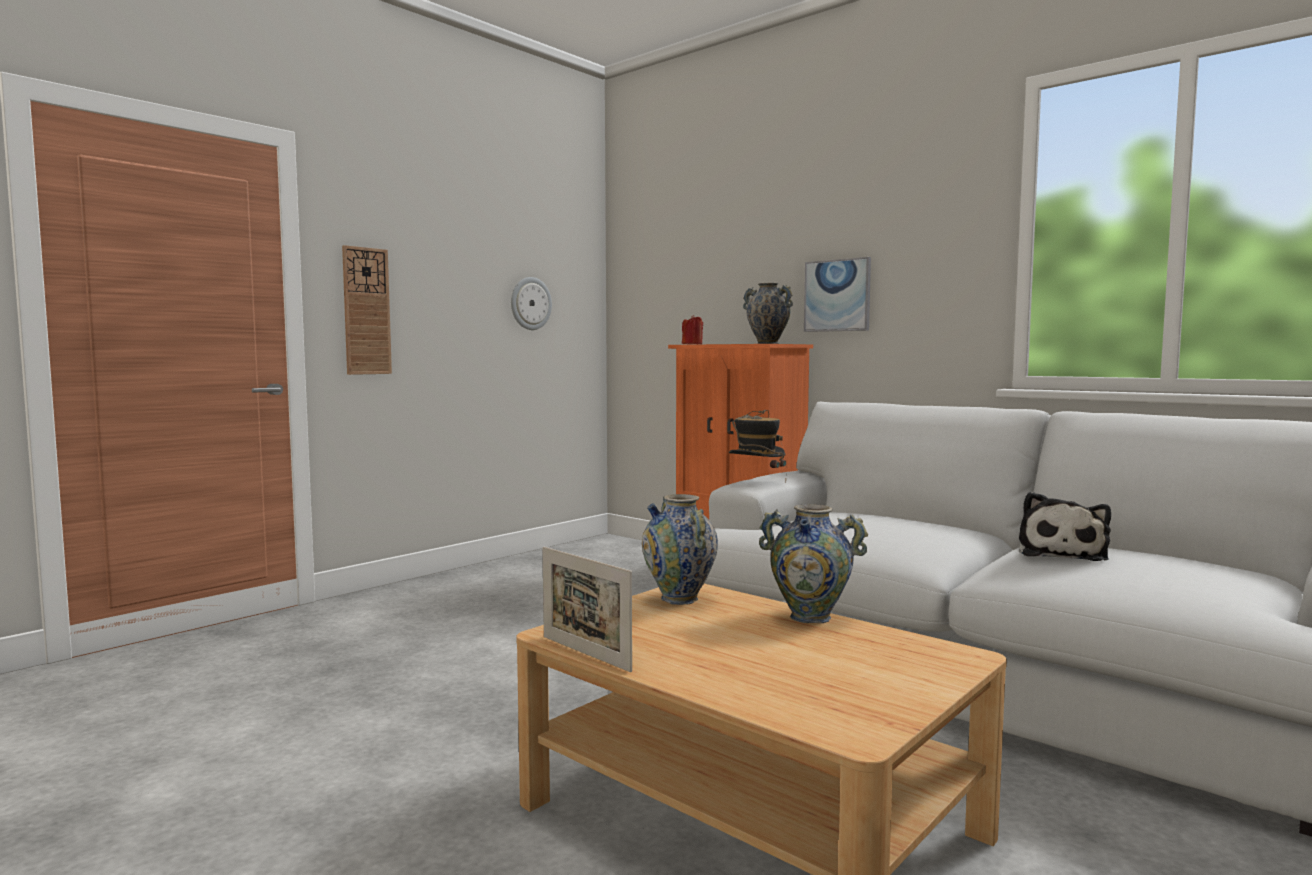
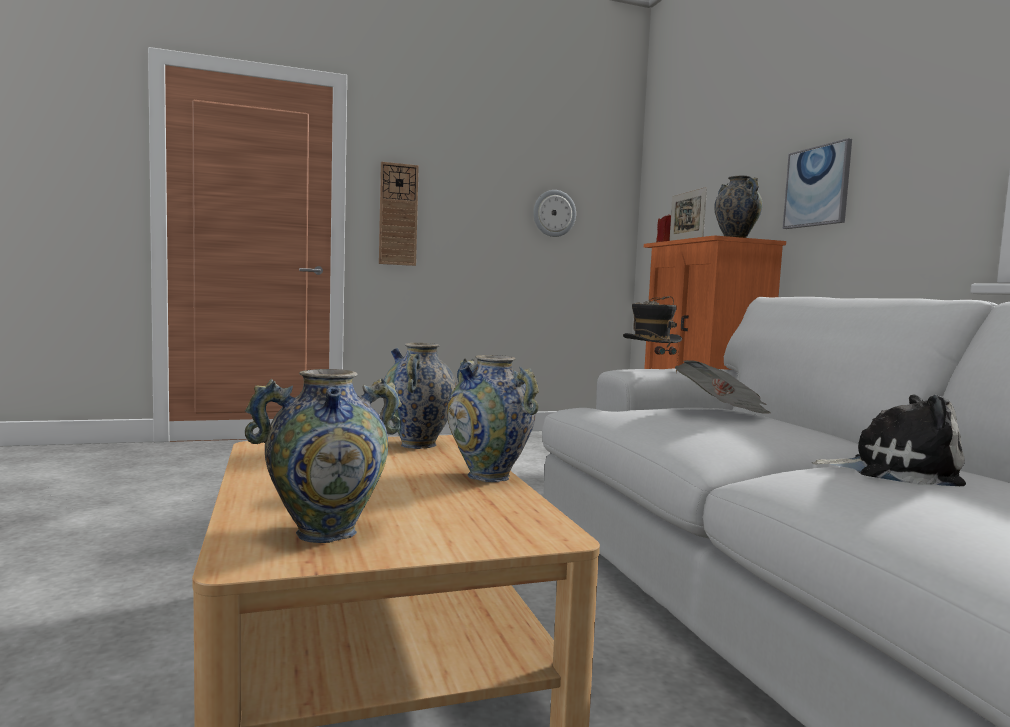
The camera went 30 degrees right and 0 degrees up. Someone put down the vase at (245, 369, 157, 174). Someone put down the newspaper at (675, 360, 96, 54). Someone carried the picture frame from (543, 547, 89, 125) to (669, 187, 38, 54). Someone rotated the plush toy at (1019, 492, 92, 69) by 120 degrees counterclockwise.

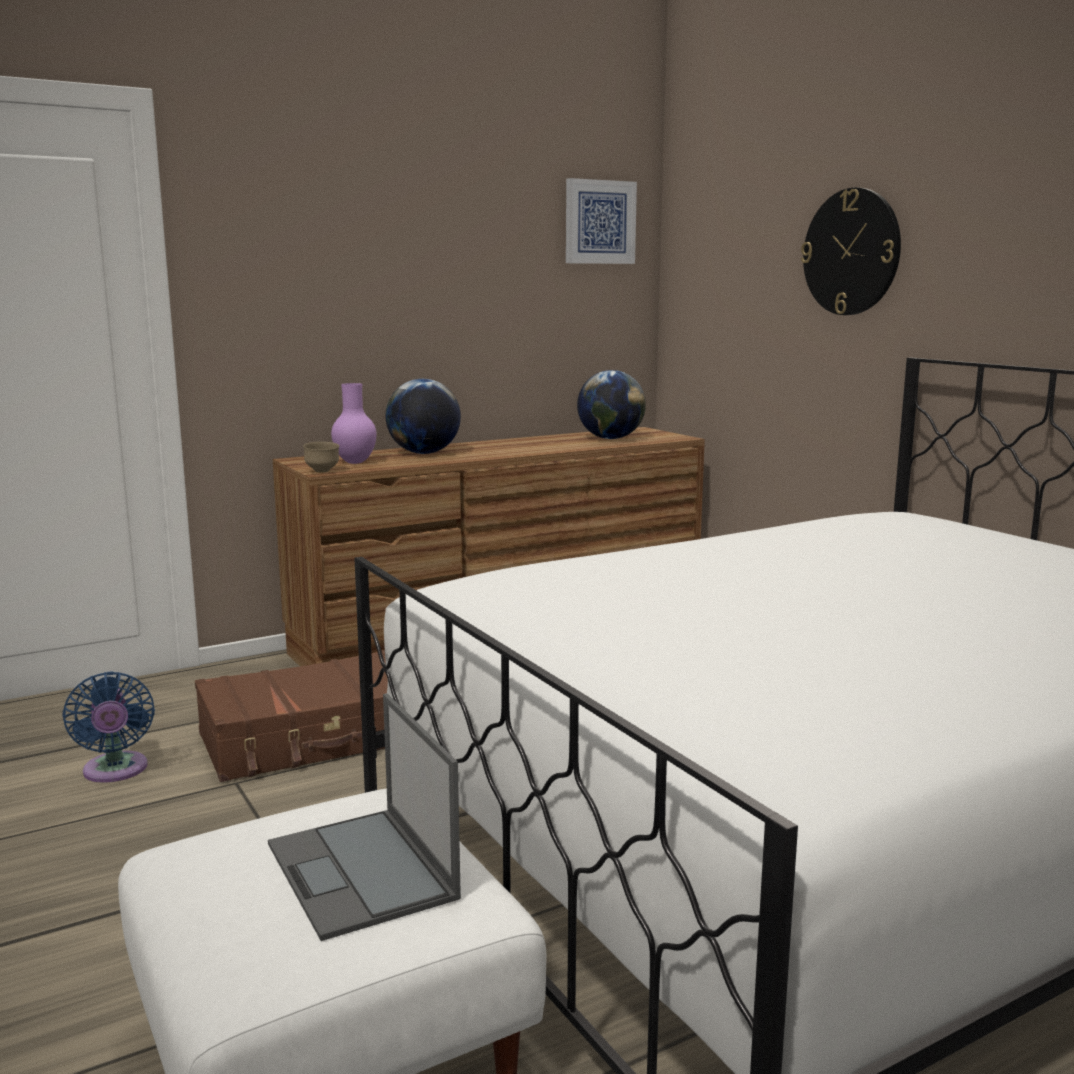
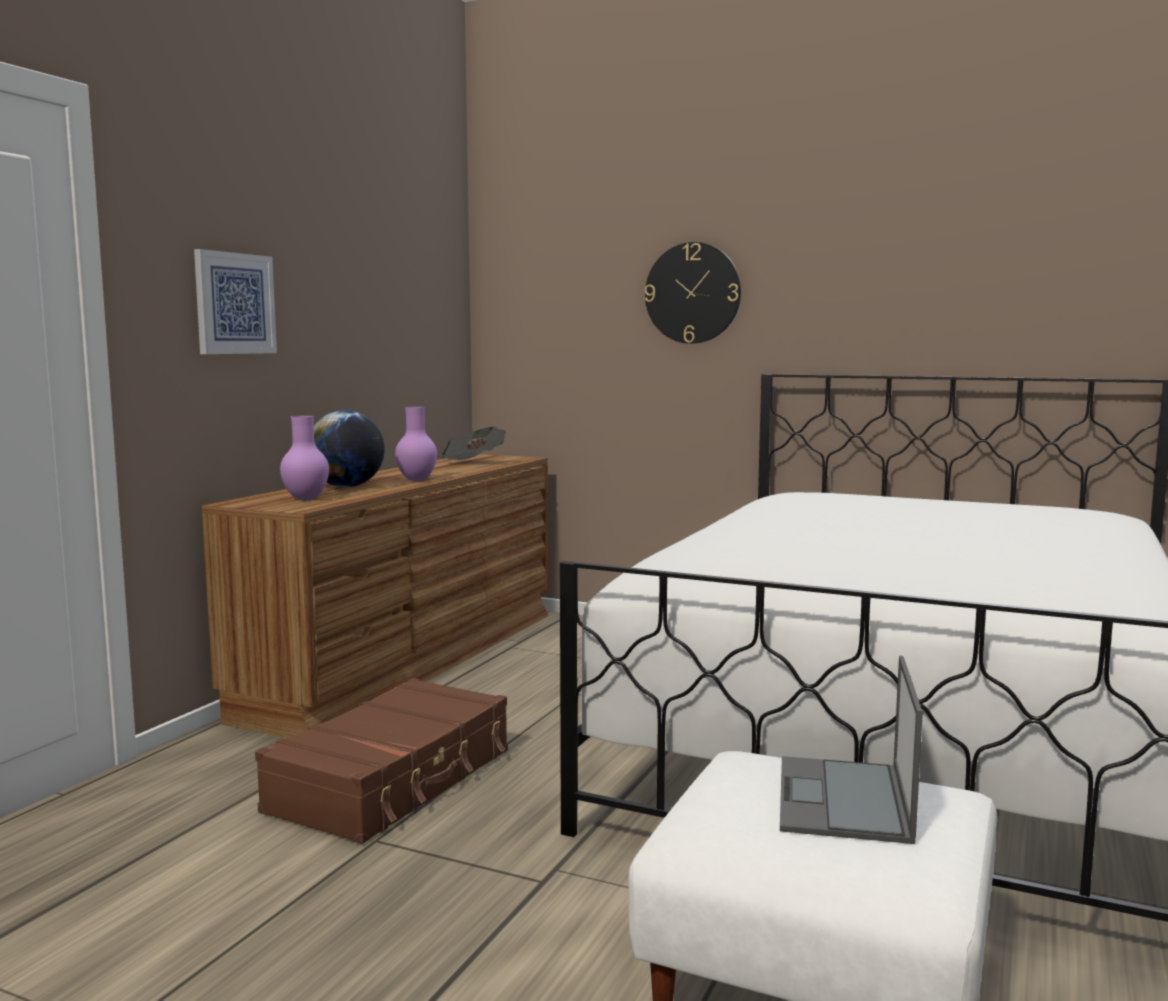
The camera went 35 degrees left and 5 degrees down. Someone took away the blue fan at (62, 671, 93, 112). Someone took away the brown bowl at (303, 442, 36, 31). Someone put down the purple vase at (395, 407, 42, 74). Someone carried the picture from (566, 178, 71, 86) to (194, 249, 83, 105). Someone swapped the globe at (577, 370, 69, 69) for the newspaper at (441, 427, 65, 33). Someone rotated the laptop at (268, 693, 193, 248) by 75 degrees clockwise.

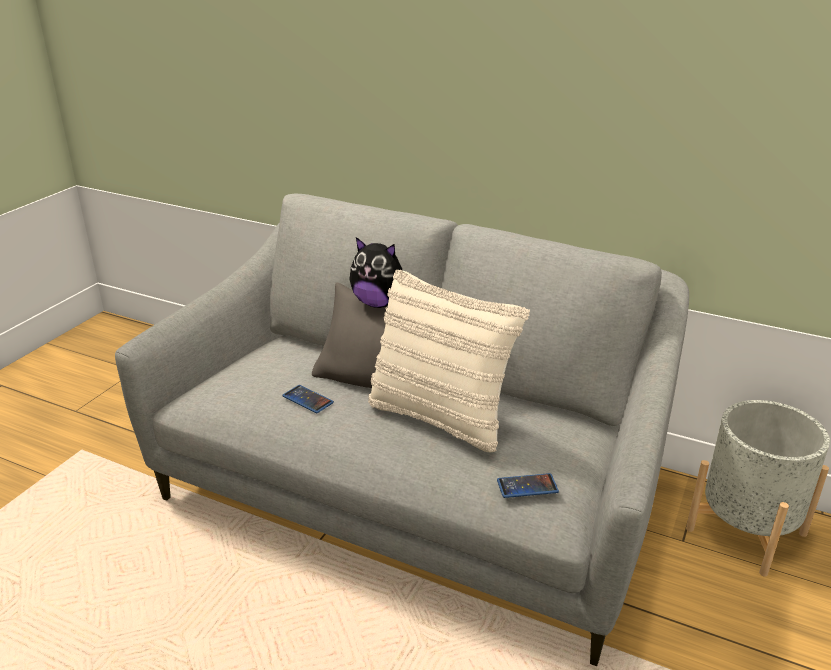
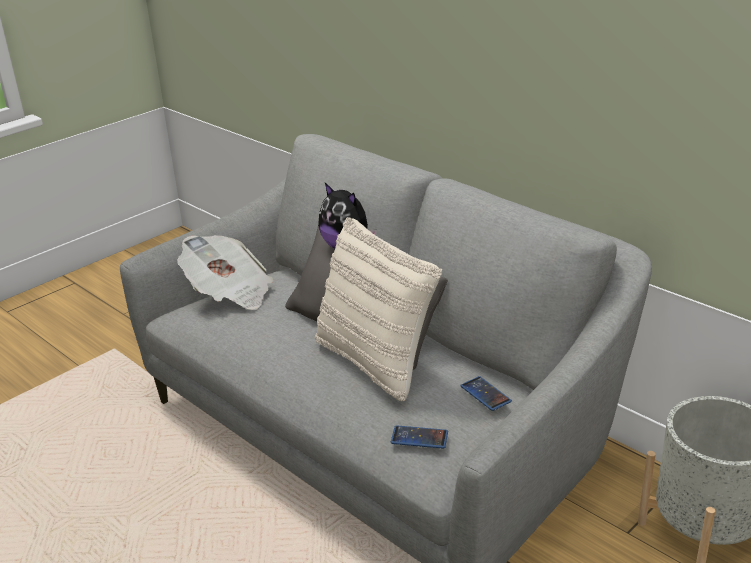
The camera went 20 degrees right and 0 degrees up. Someone put down the newspaper at (177, 235, 96, 75). Someone carried the phone from (282, 385, 52, 28) to (460, 376, 52, 35).

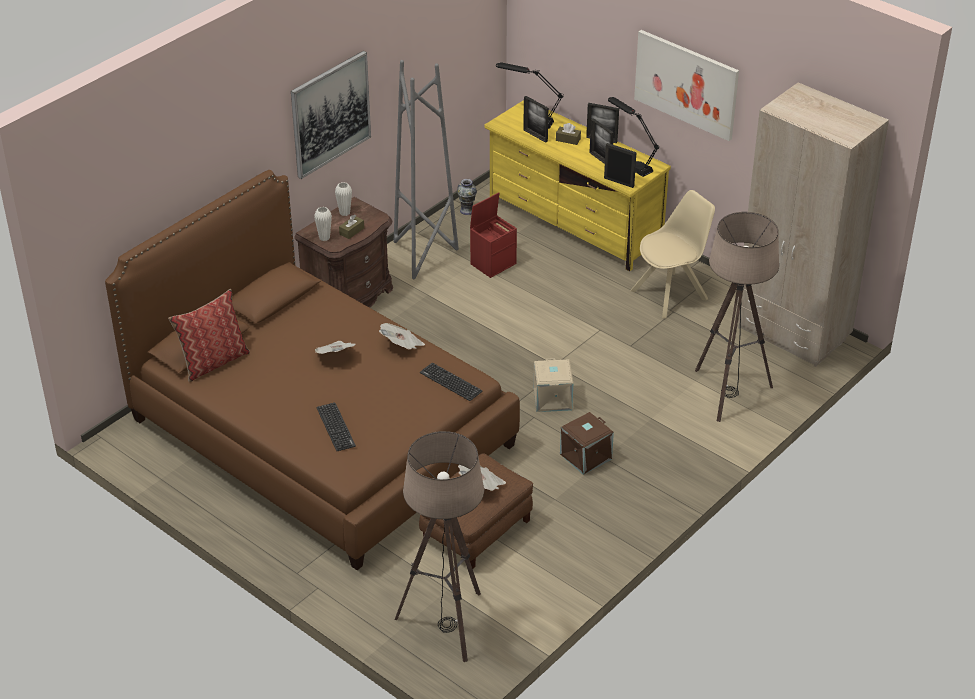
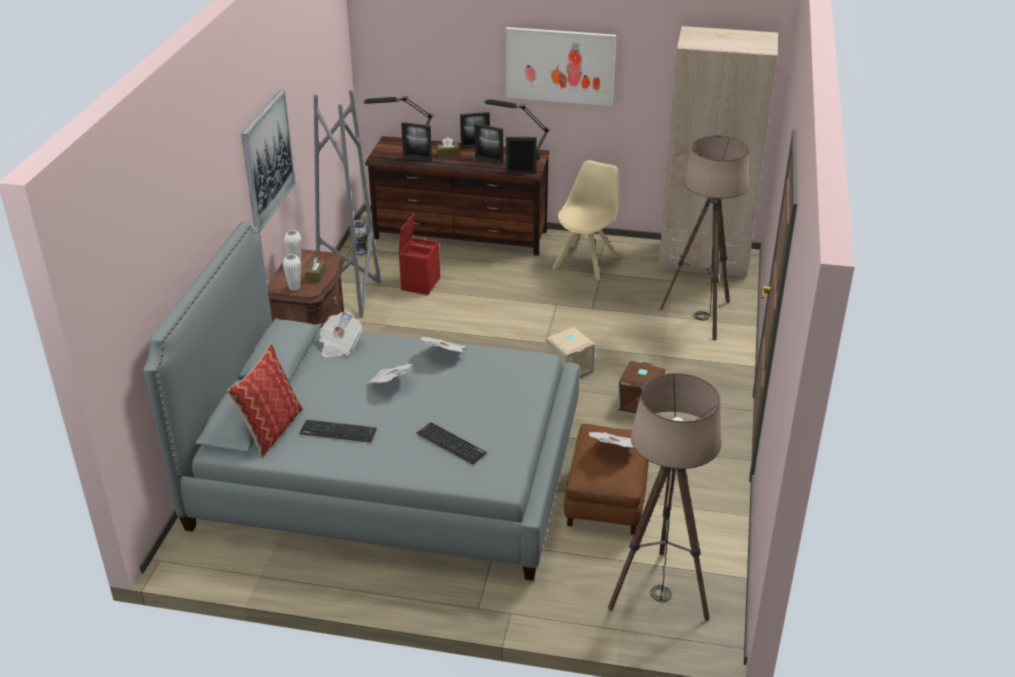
The camera went 30 degrees left and 5 degrees down. Someone put down the newspaper at (319, 312, 43, 45). Someone carried the keyboard from (420, 363, 62, 38) to (300, 420, 77, 22). Someone repainted the brown bed at (105, 170, 415, 400), which became the grey bed at (144, 221, 436, 360). Someone repainted the yellow dresser at (485, 100, 186, 171), which became the brown dresser at (365, 136, 184, 120).

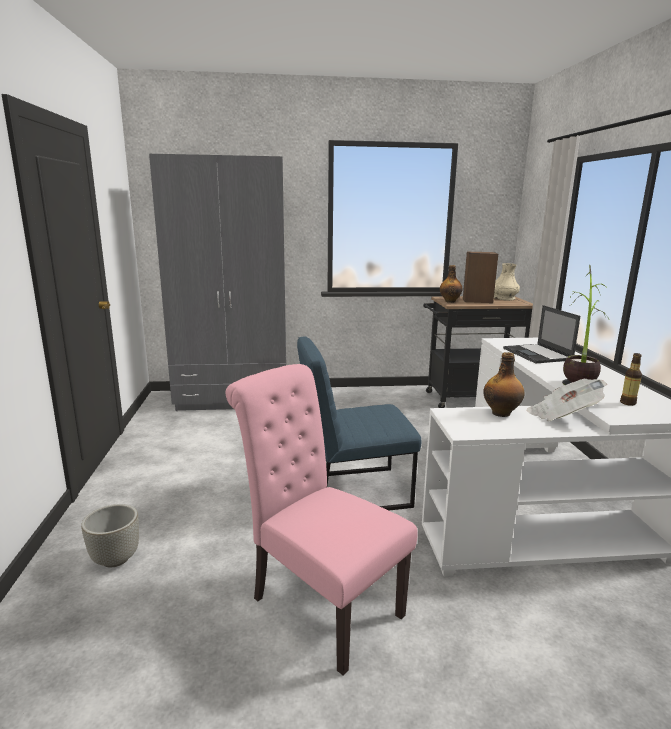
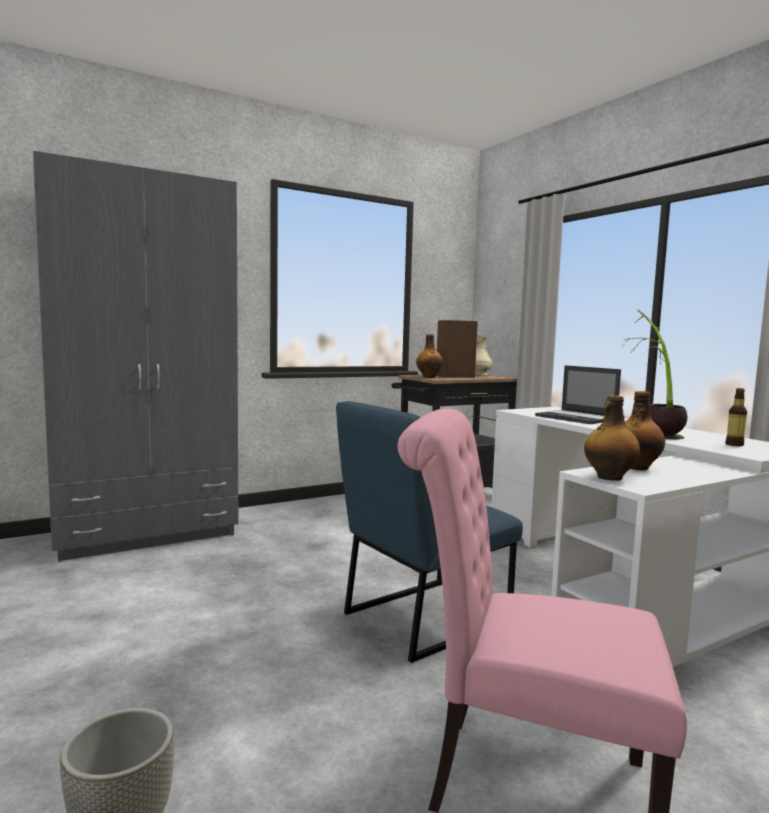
The camera went 25 degrees left and 10 degrees down. Someone took away the newspaper at (527, 379, 80, 42). Someone put down the bottle at (584, 395, 56, 86).

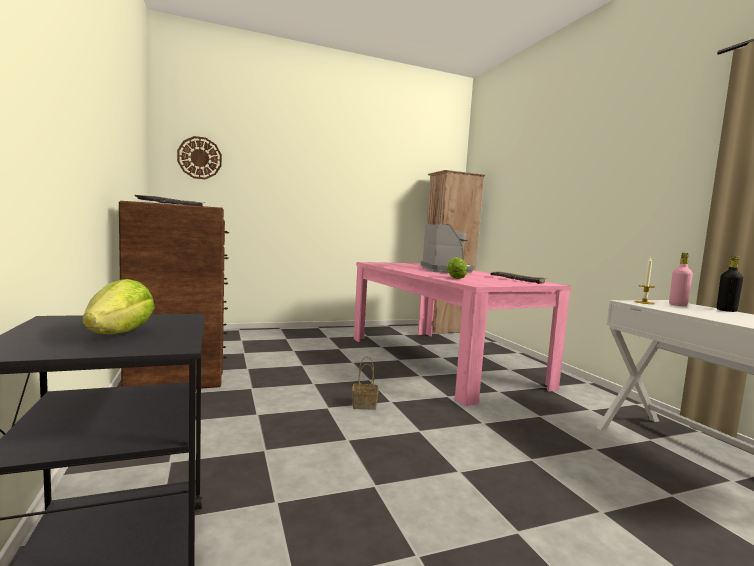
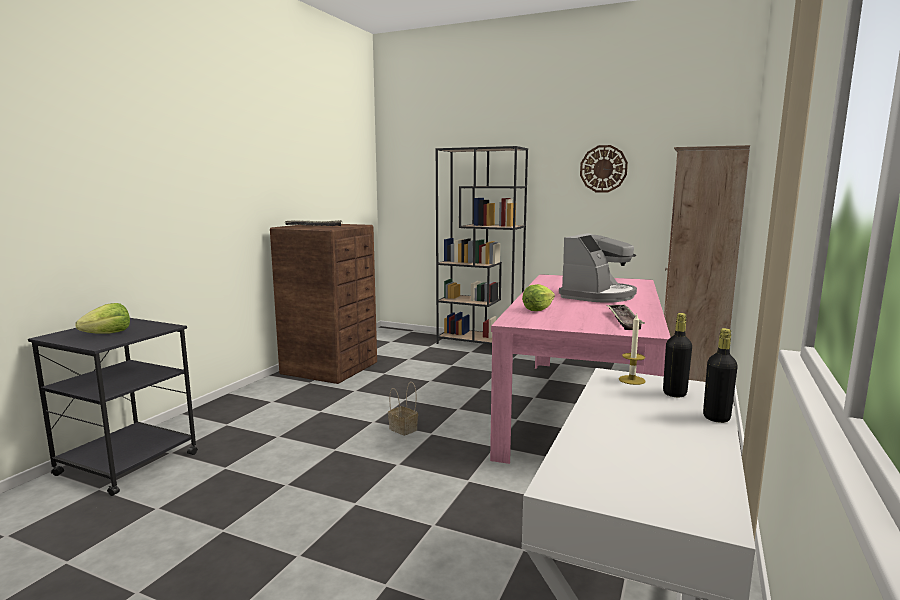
The camera went 45 degrees right and 5 degrees up. Someone put down the bookcase at (436, 146, 92, 199). Someone carried the wall clock from (177, 136, 45, 43) to (580, 145, 48, 47). Someone repainted the pink bottle at (669, 253, 24, 53), which became the black bottle at (663, 313, 29, 84).

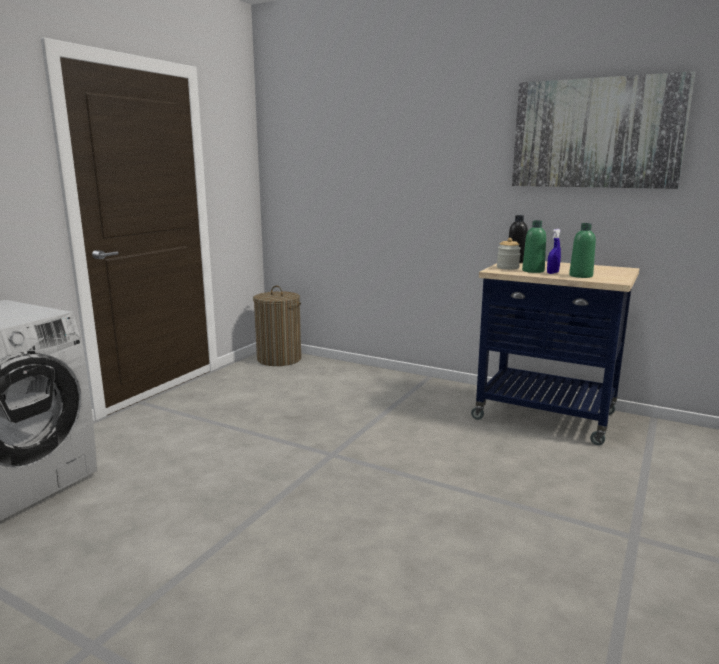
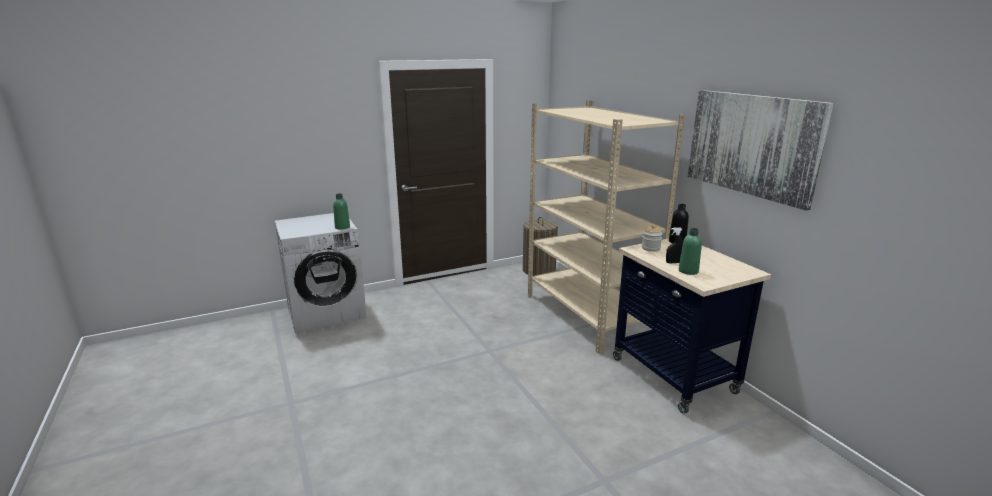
The camera went 35 degrees right and 5 degrees up. Someone put down the beige bookcase at (528, 100, 157, 254). Someone carried the green bottle from (522, 220, 24, 53) to (333, 194, 17, 36). Someone repainted the blue spray bottle at (547, 229, 14, 45), which became the black spray bottle at (666, 227, 17, 36).

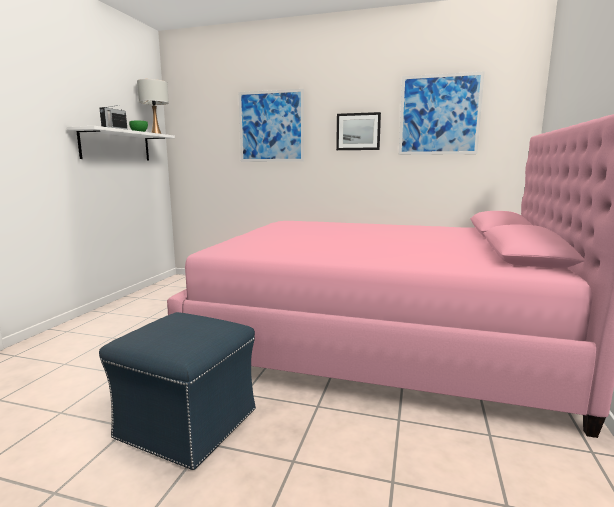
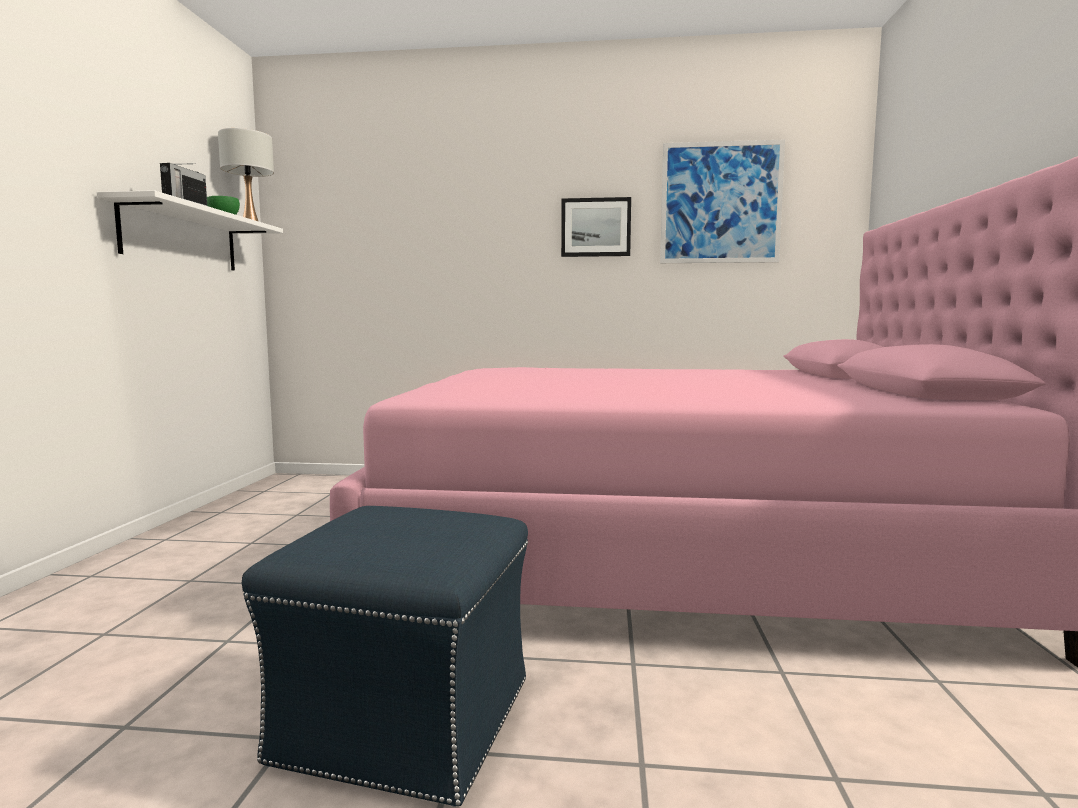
The camera went 10 degrees left and 5 degrees down. Someone took away the picture at (239, 89, 65, 73).

